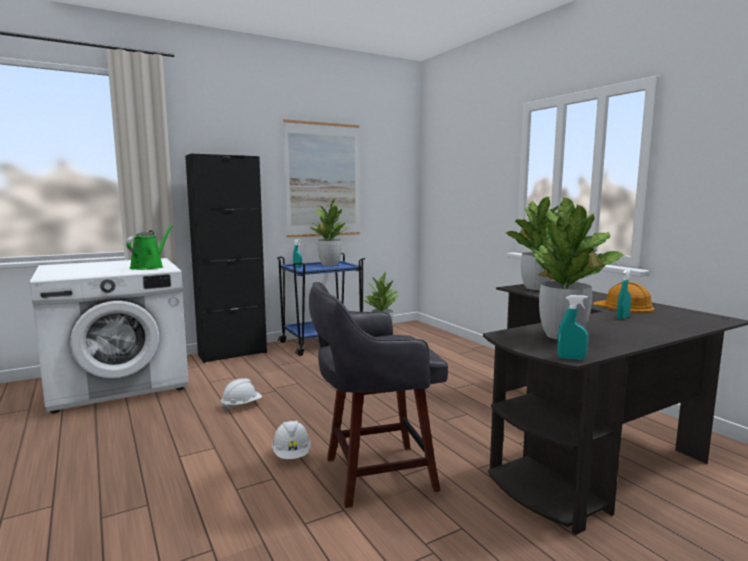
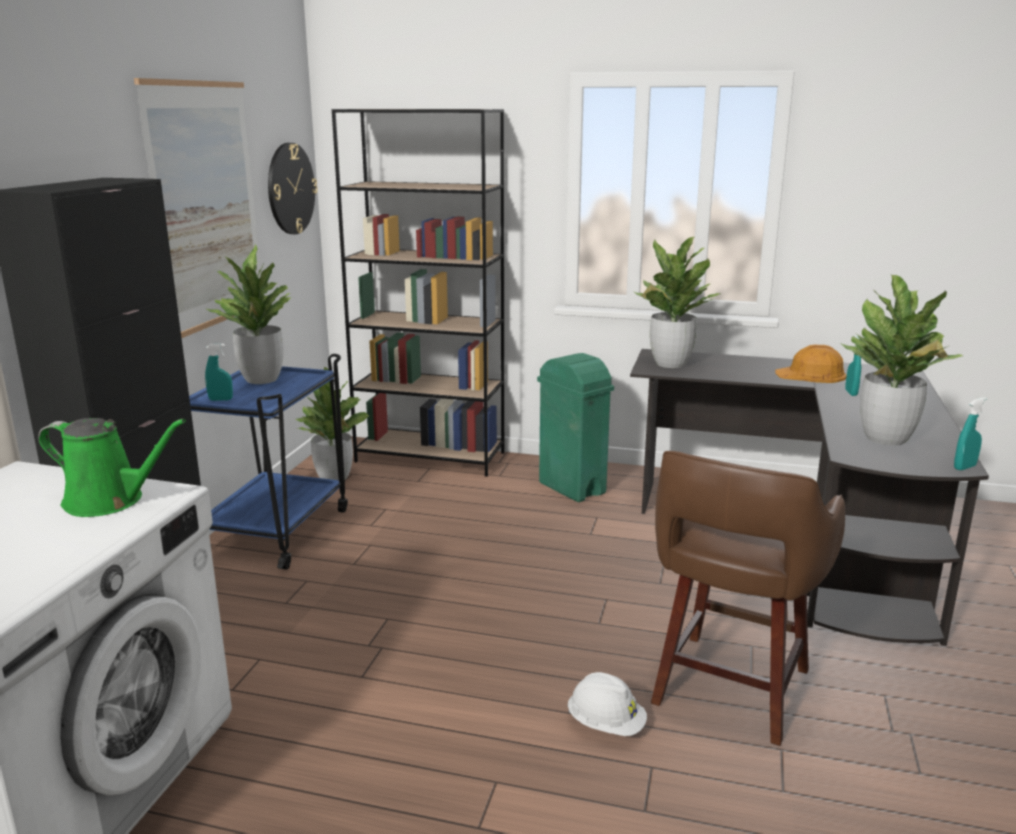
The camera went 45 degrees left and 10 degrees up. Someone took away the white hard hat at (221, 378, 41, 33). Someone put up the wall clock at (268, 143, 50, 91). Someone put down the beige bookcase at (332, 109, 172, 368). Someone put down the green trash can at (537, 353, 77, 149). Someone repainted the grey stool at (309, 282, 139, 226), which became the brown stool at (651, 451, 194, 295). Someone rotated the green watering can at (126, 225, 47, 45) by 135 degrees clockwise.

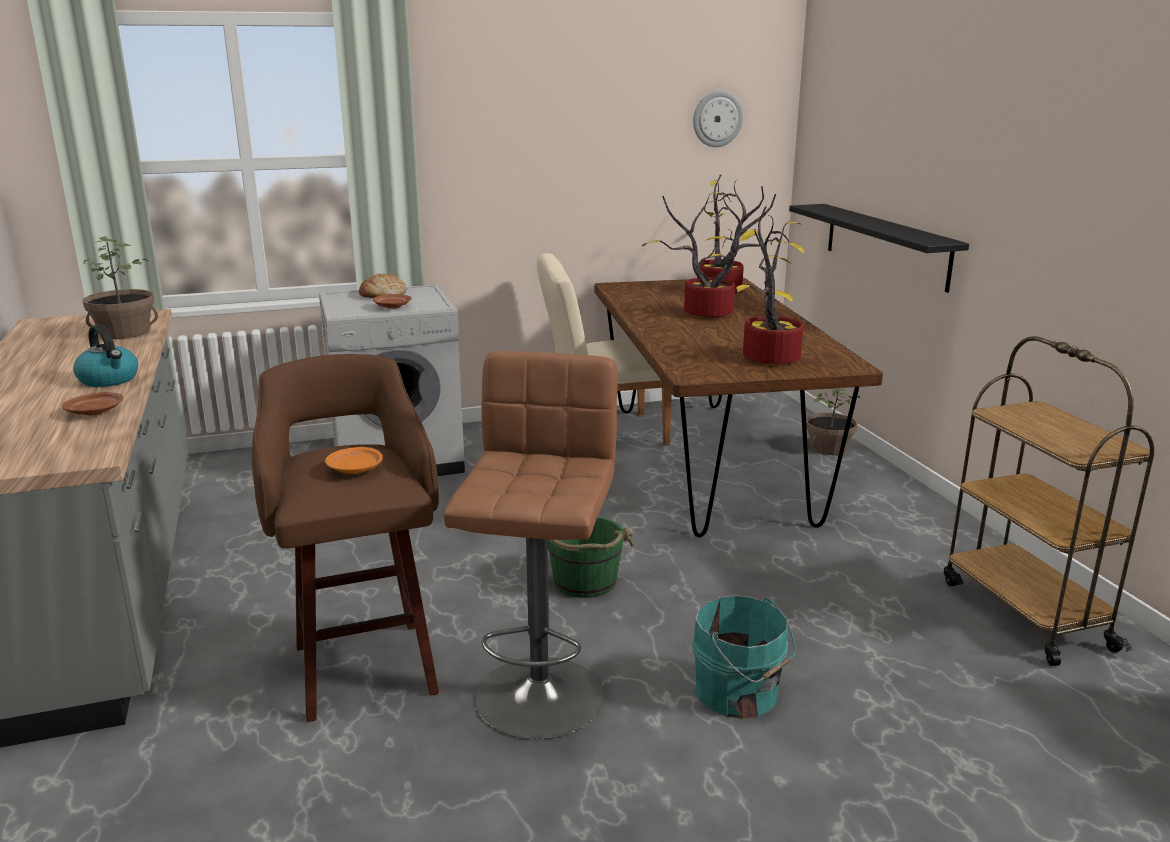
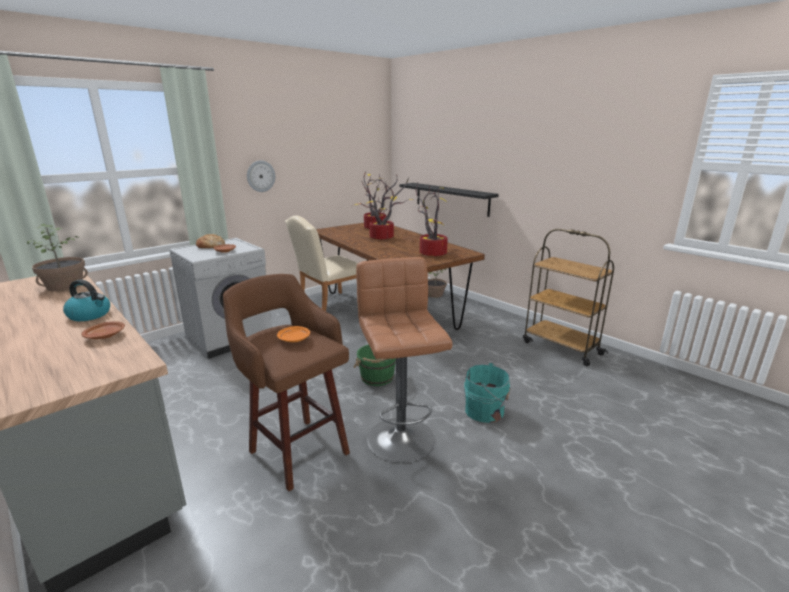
The camera went 25 degrees left and 0 degrees up. Someone carried the wall clock from (693, 90, 50, 57) to (247, 160, 29, 32).

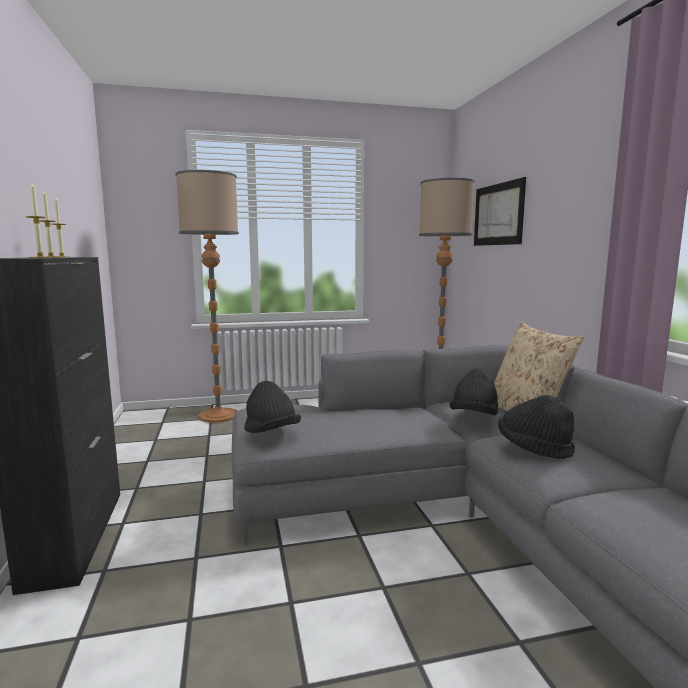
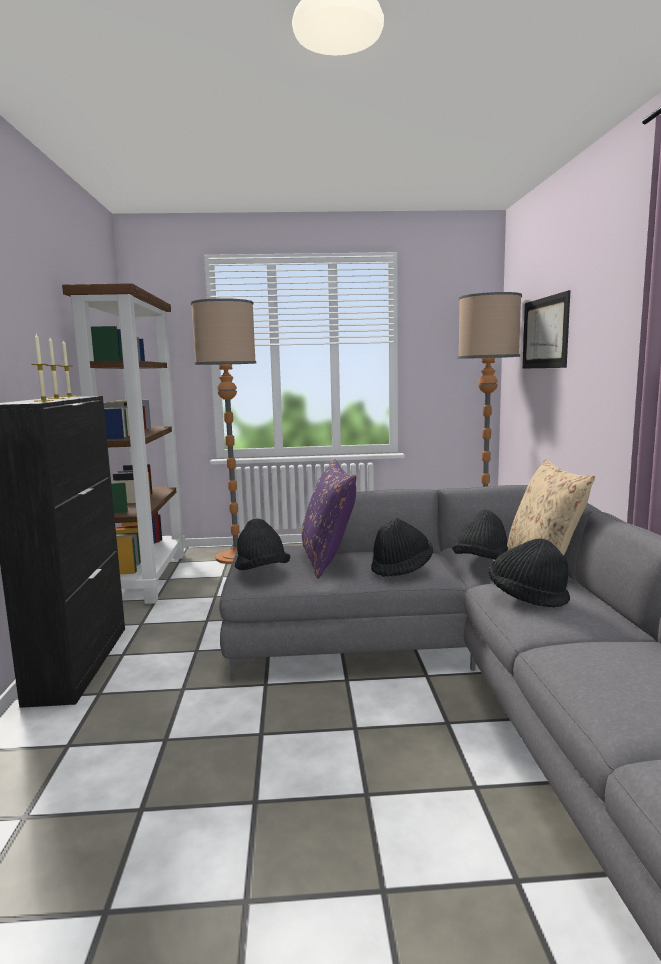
The camera went 10 degrees right and 0 degrees up. Someone put down the brown bookcase at (62, 283, 123, 321). Someone put down the purple pillow at (302, 459, 54, 120). Someone put down the black hat at (371, 518, 62, 59).

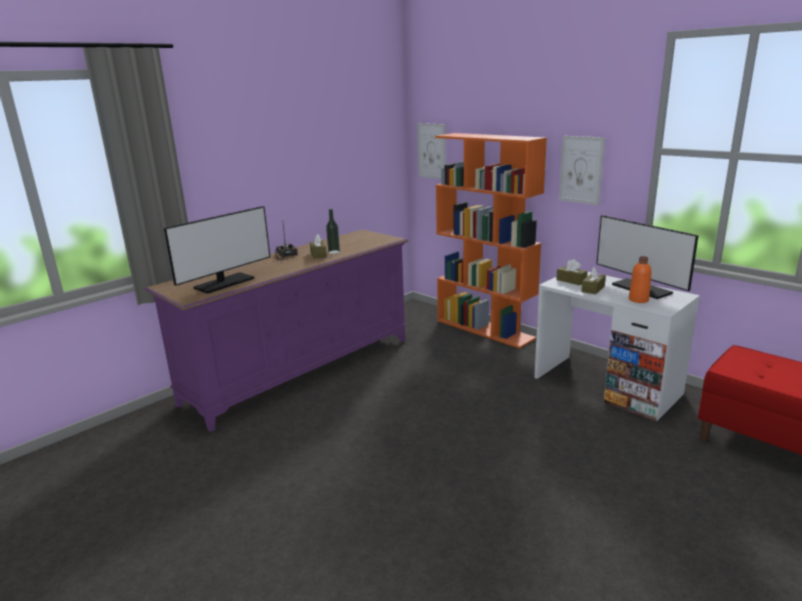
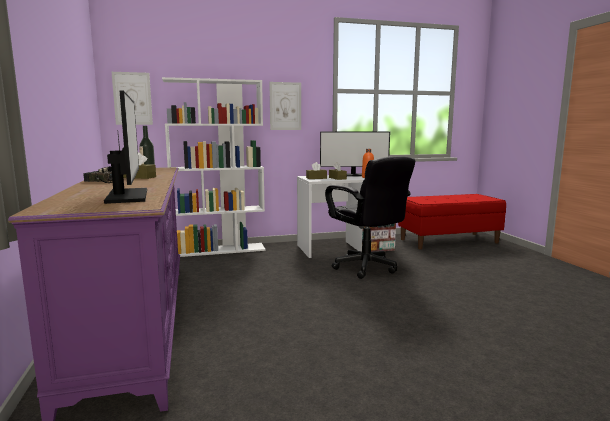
The camera went 60 degrees left and 10 degrees down. Someone put down the black office chair at (325, 156, 90, 123). Someone repainted the orange bookcase at (435, 133, 112, 216), which became the white bookcase at (162, 77, 103, 180).

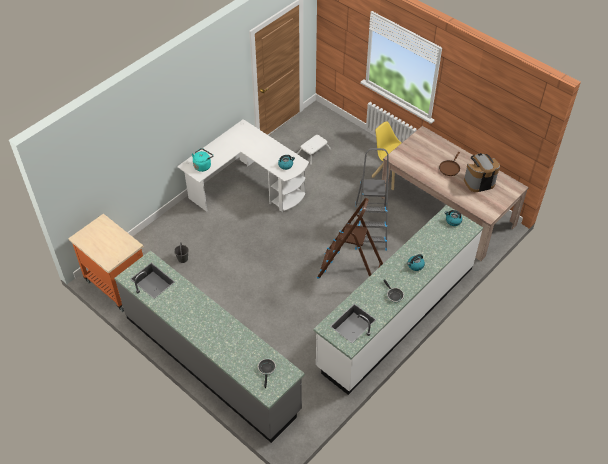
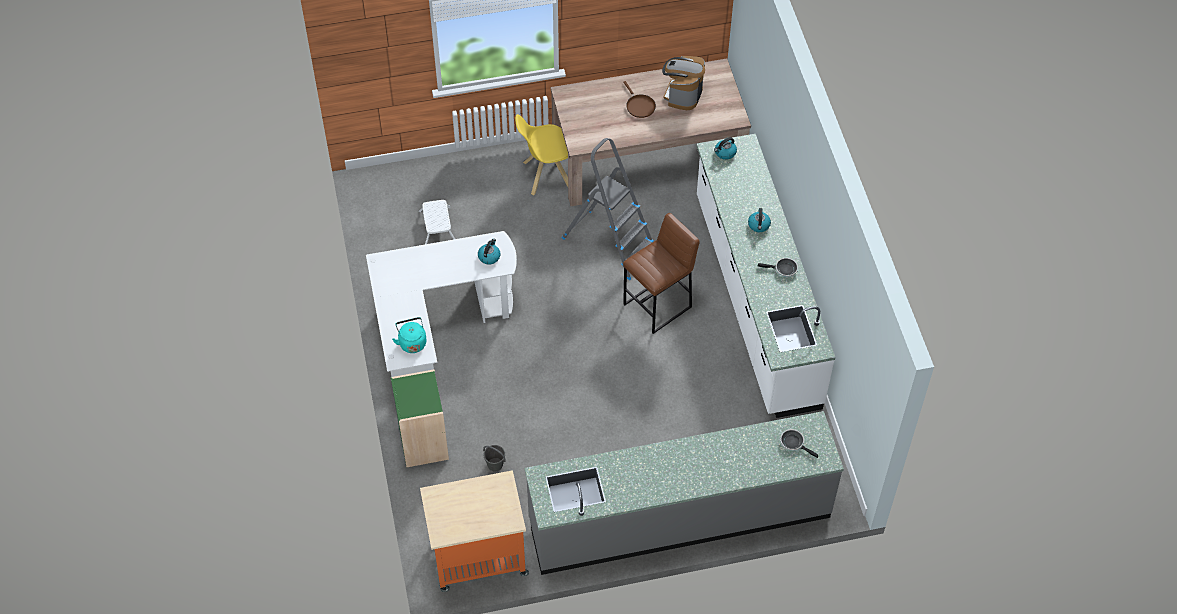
The camera went 55 degrees left and 5 degrees up. Someone put down the green bookcase at (391, 369, 58, 99). Someone swapped the brown step ladder at (317, 198, 66, 81) for the brown stool at (623, 213, 77, 121).

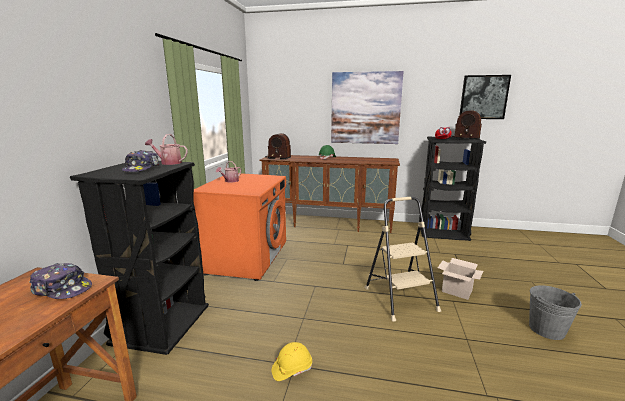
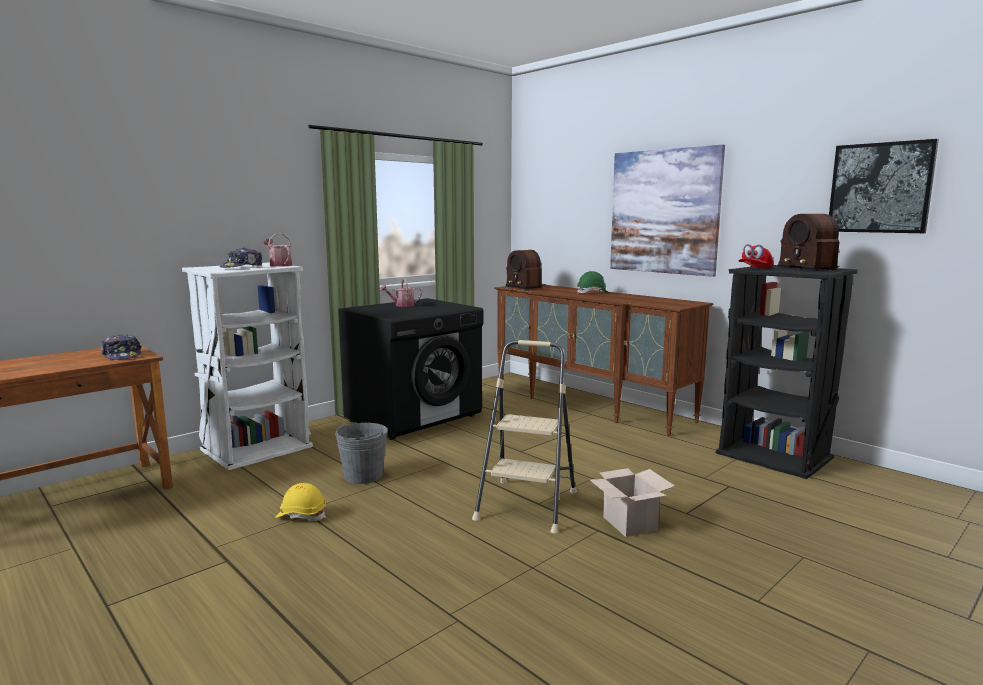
The camera went 35 degrees right and 5 degrees down. Someone carried the grey bucket from (529, 285, 53, 55) to (335, 423, 53, 61). Someone repainted the black bookcase at (70, 161, 139, 194), which became the white bookcase at (182, 262, 131, 208). Someone repainted the orange washing machine at (193, 173, 93, 108), which became the black washing machine at (338, 298, 145, 142).

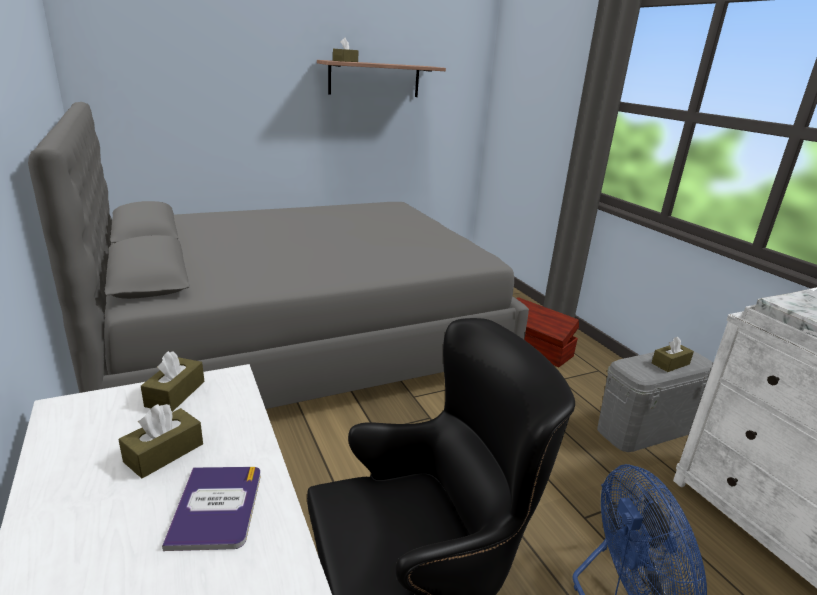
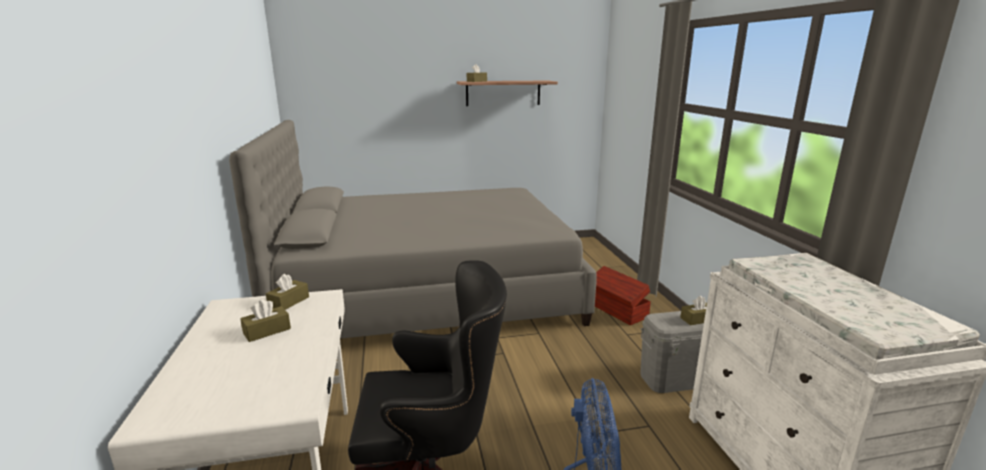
The camera went 15 degrees right and 5 degrees down. Someone took away the book at (162, 467, 99, 84).

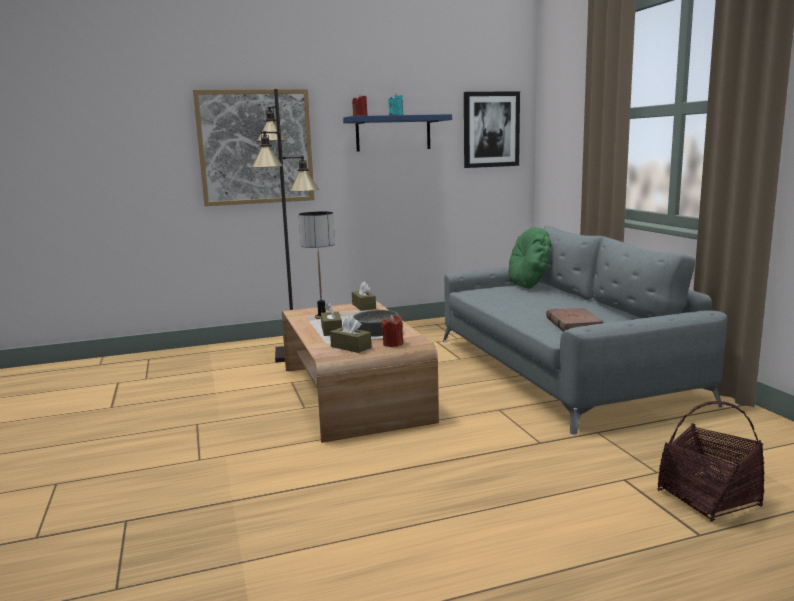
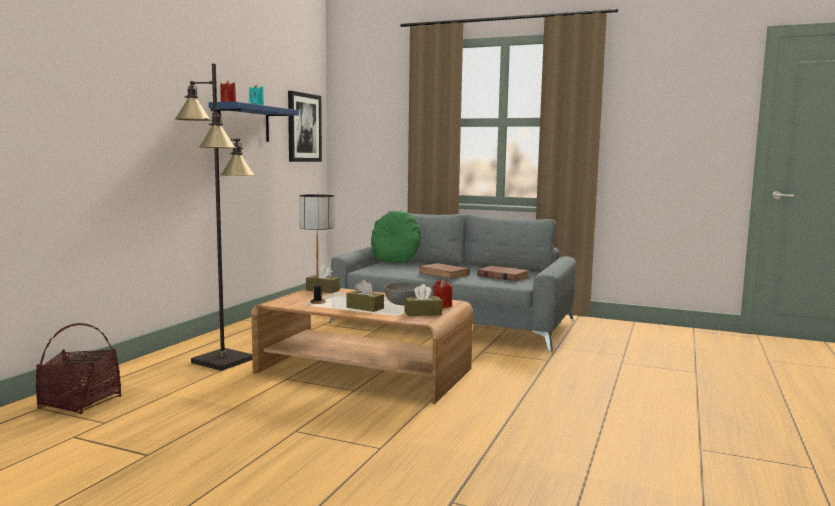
The camera went 50 degrees left and 5 degrees down. Someone took away the picture at (193, 89, 121, 117). Someone put down the brown book at (418, 263, 52, 16). Someone carried the basket from (657, 401, 108, 121) to (36, 323, 85, 91).

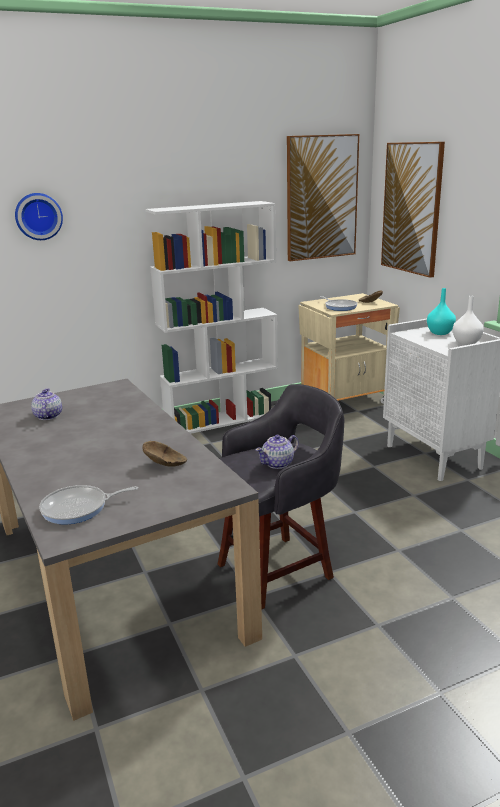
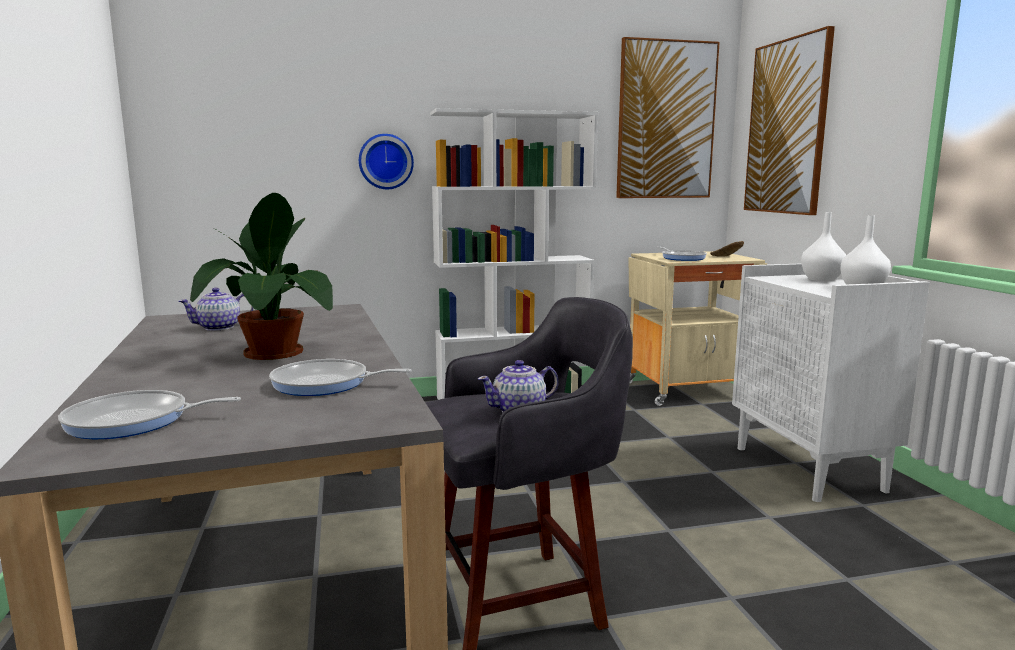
The camera went 10 degrees right and 10 degrees down. Someone put down the potted plant at (190, 193, 143, 167). Someone carried the wall clock from (15, 193, 48, 47) to (359, 134, 55, 55). Someone swapped the brown bowl at (143, 441, 44, 26) for the frying pan at (269, 359, 143, 37). Someone repainted the turquoise vase at (427, 288, 29, 47), which became the white vase at (801, 212, 45, 69). Someone rotated the teapot at (31, 388, 31, 32) by 120 degrees counterclockwise.

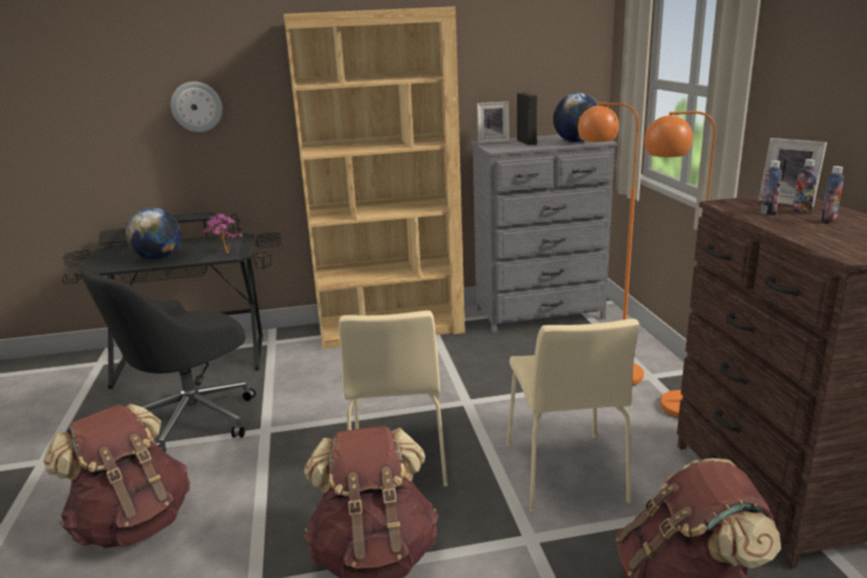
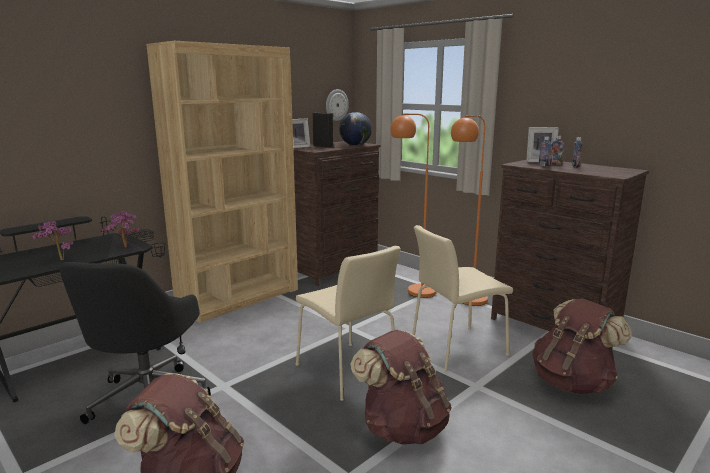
The camera went 35 degrees left and 5 degrees down. Someone carried the wall clock from (171, 82, 52, 50) to (326, 89, 23, 32). Someone swapped the globe at (126, 208, 56, 52) for the potted plant at (32, 221, 41, 39). Someone repainted the grey dresser at (471, 135, 146, 198), which became the brown dresser at (293, 141, 88, 145). Someone rotated the beige chair at (507, 319, 132, 193) by 105 degrees clockwise.

